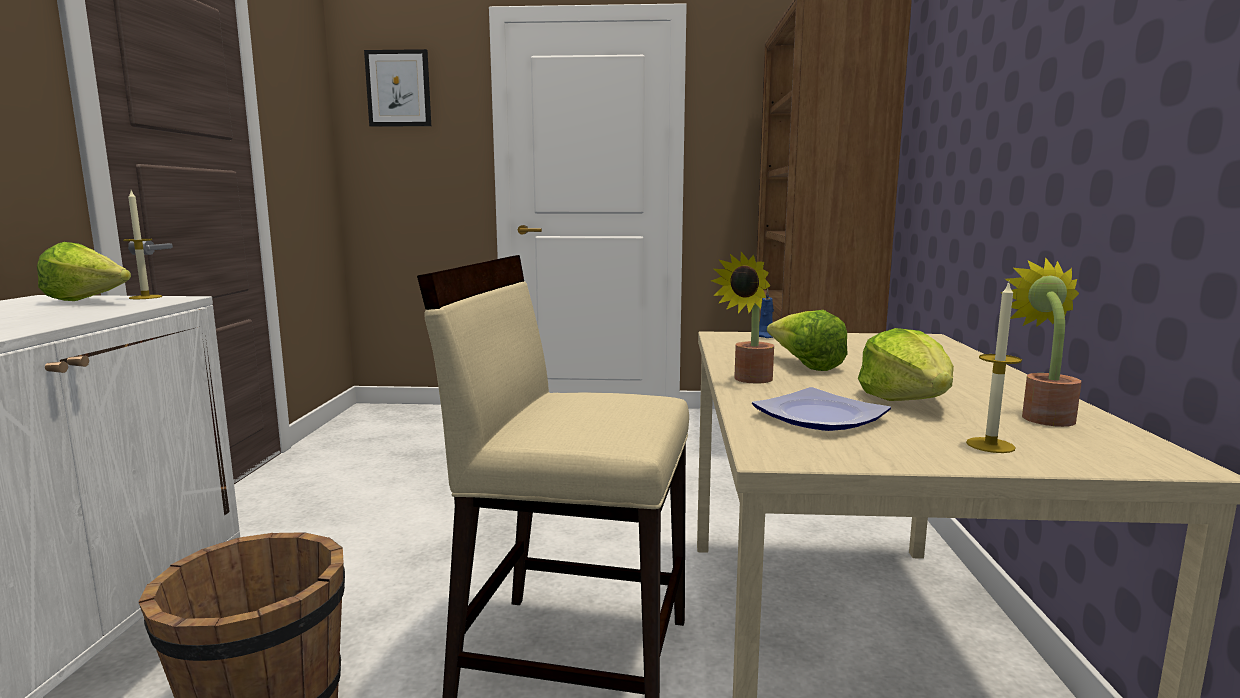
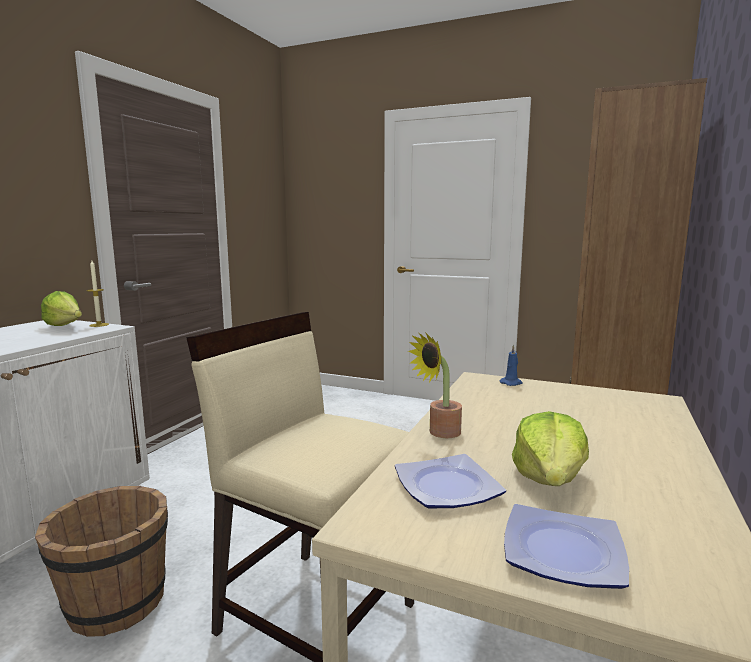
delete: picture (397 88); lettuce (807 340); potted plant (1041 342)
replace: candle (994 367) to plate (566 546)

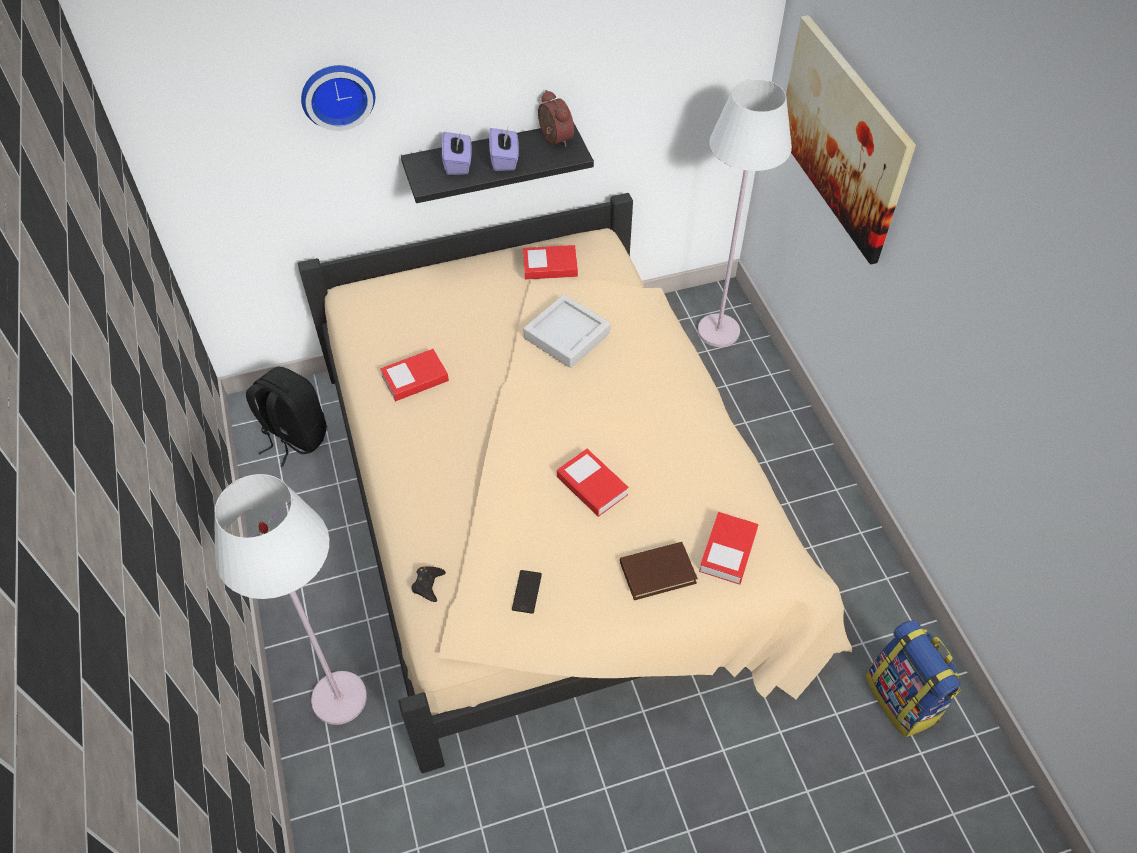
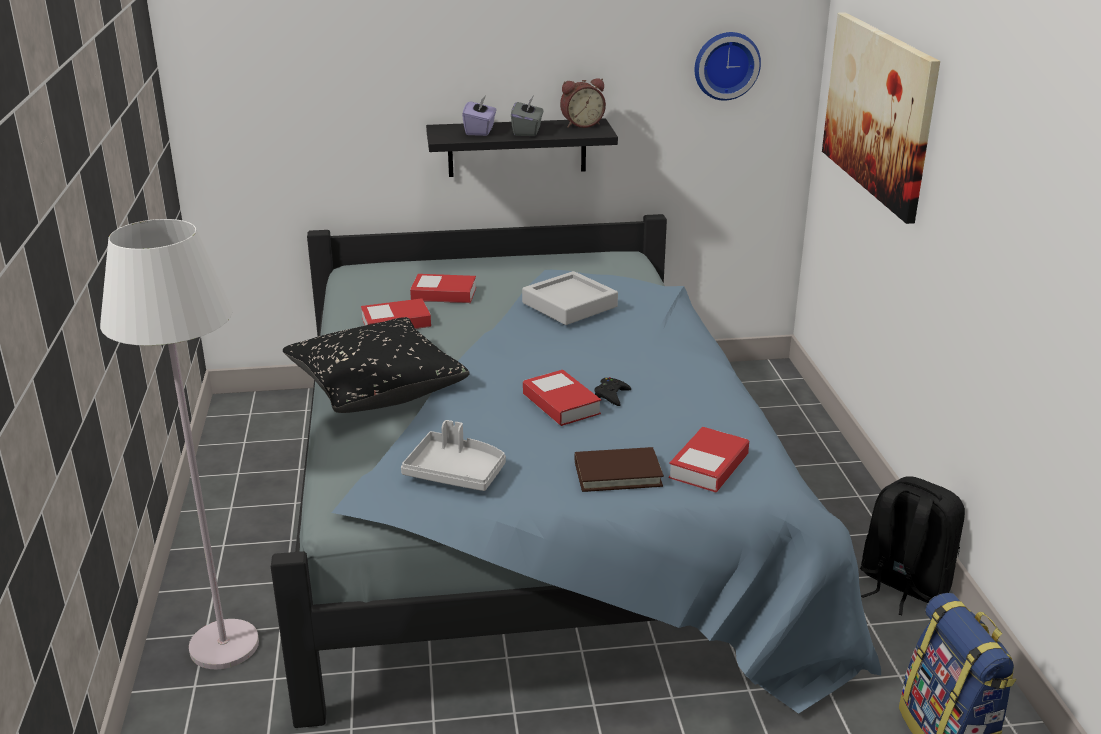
delete: white floor lamp (745 213)
insert: black pillow (376 365)
move: book (550 262) to (443 288); black game controller (429 584) to (613 391); wall clock (338 98) to (727 66); black backpack (286 417) to (912 545)
replace: phone (527 592) to grey tray (453 455)
recolor: beige bed (575 483) to blue bed (576 471); purple tissue box (504 149) to grey tissue box (527 116)
rotate: alarm clock (556 118) = (583 103) 90 degrees clockwise

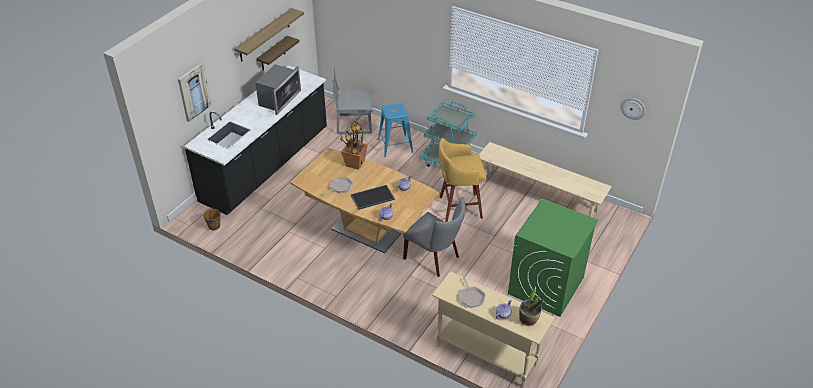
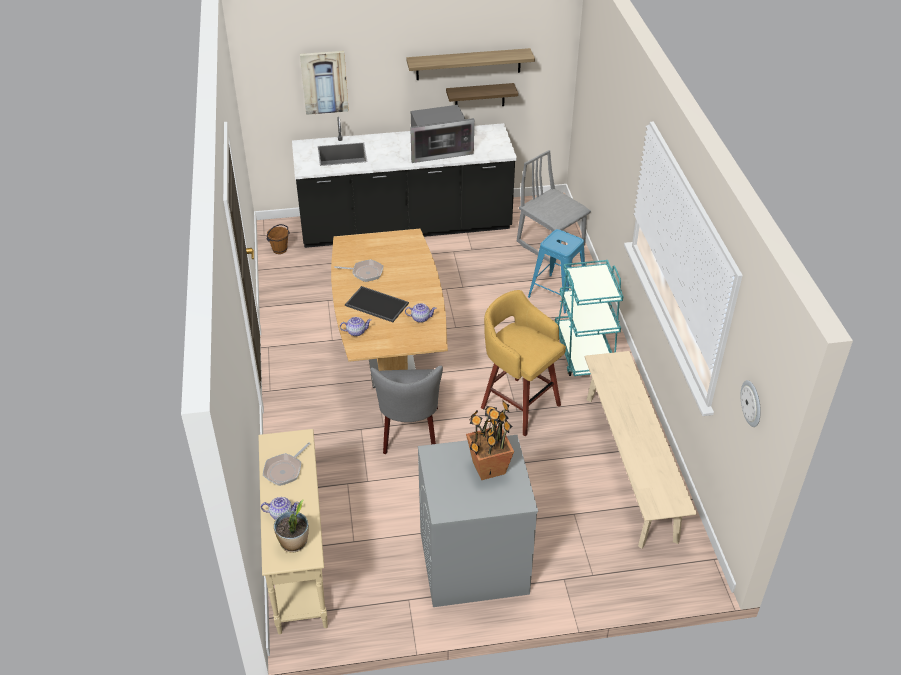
move: potted plant (354 146) to (490 440)
recolor: green washing machine (553 257) to grey washing machine (478 521)

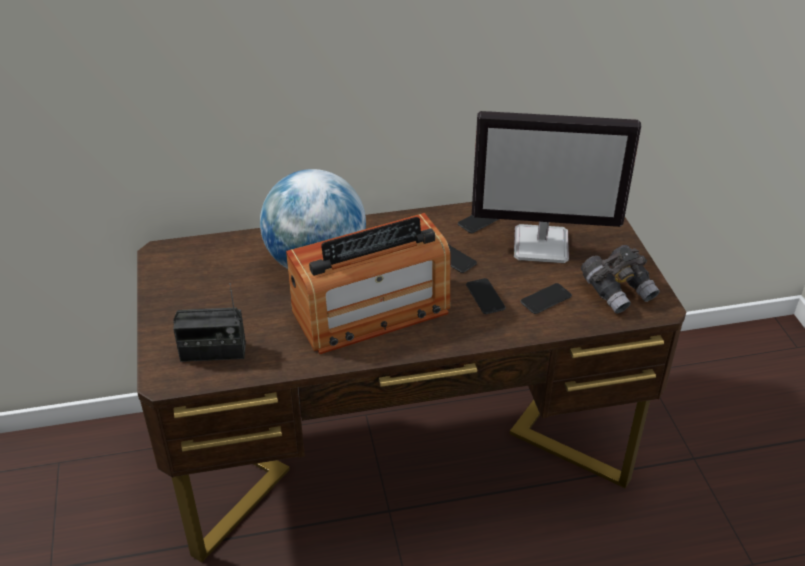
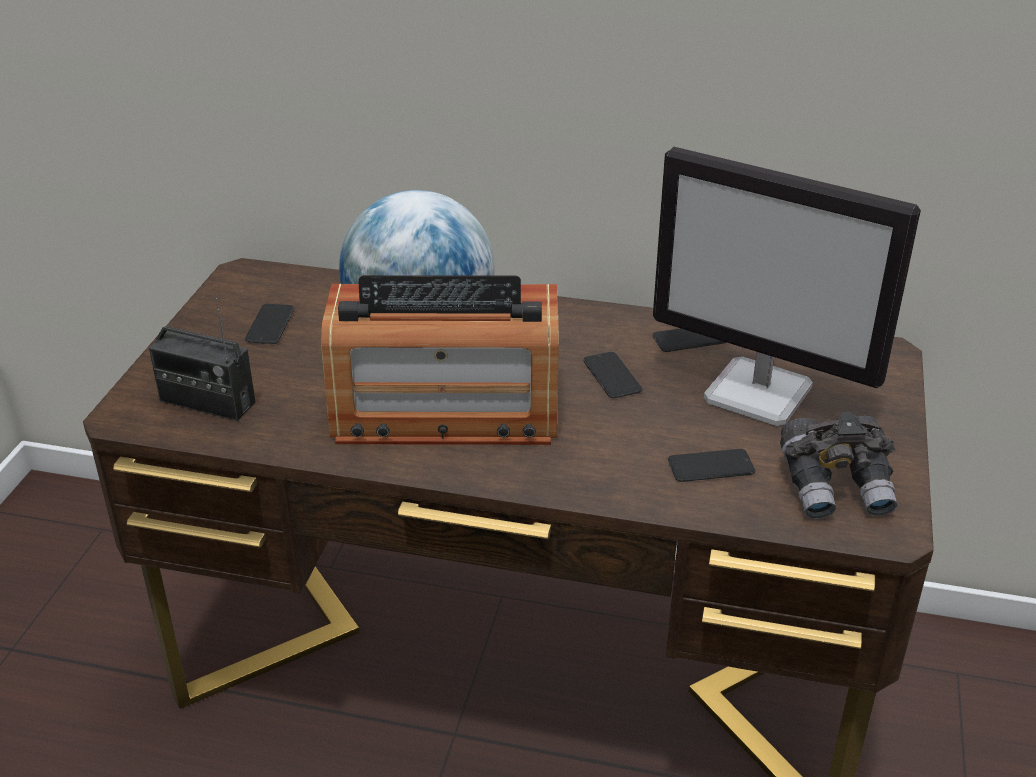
move: phone (486 296) to (269 324)

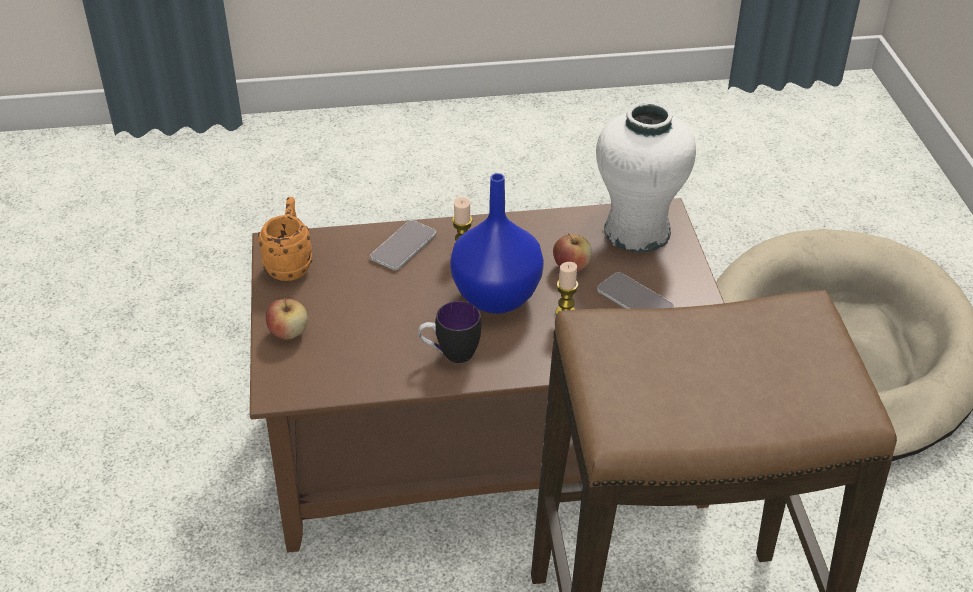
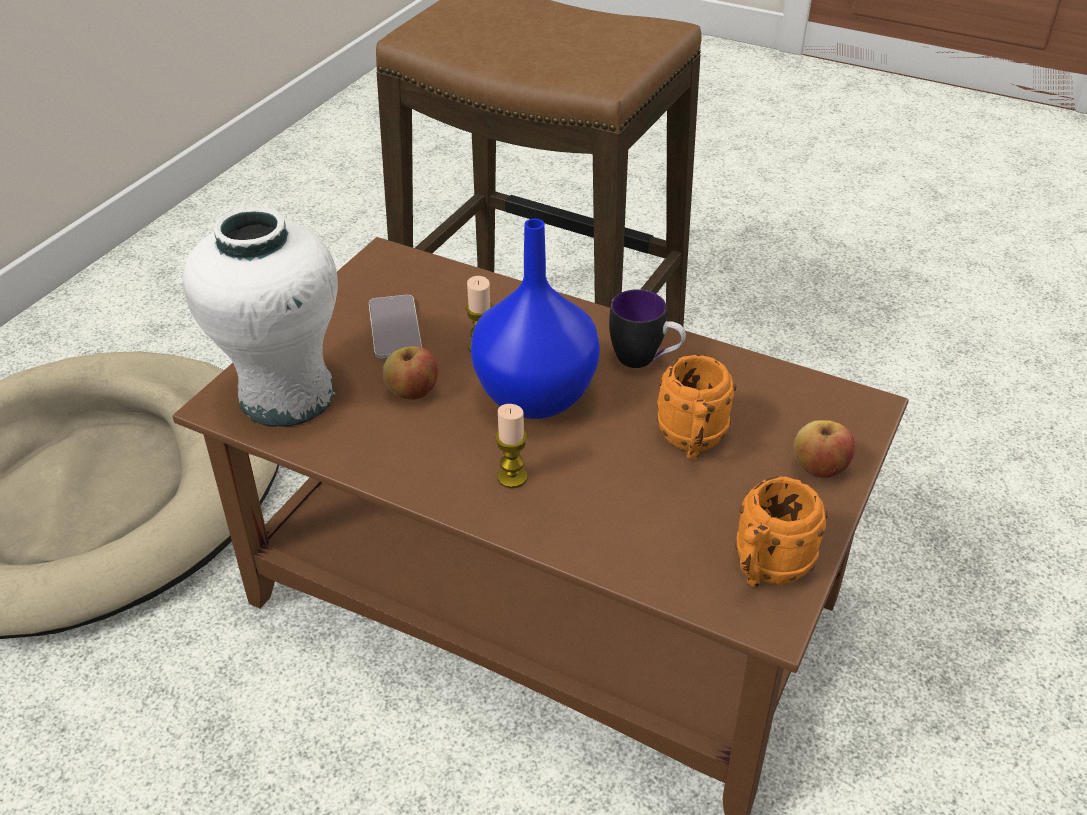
delete: phone (403 245)
insert: orange mug (696 407)

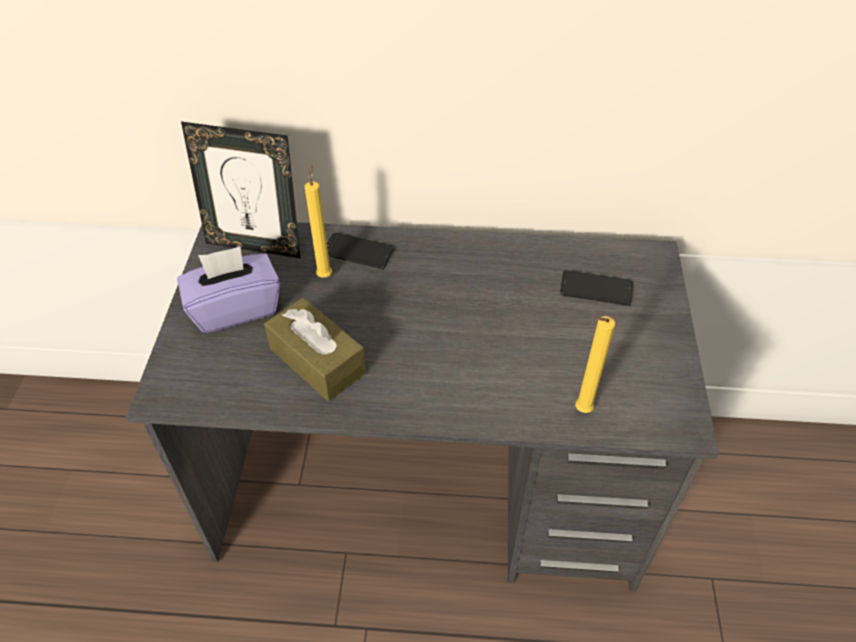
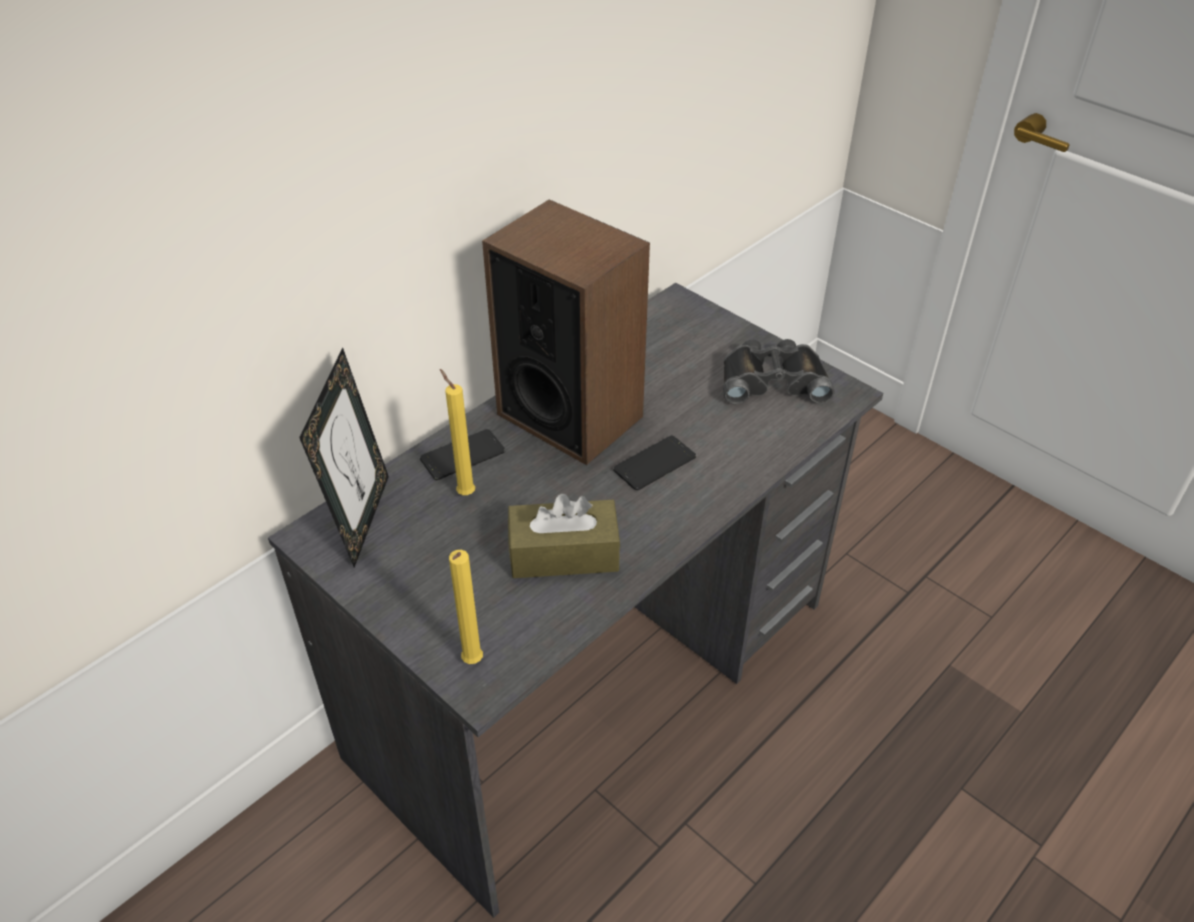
delete: purple tissue box (228 289)
insert: speaker (566 332); black binoculars (778 371)
move: yellow candle (595 364) to (466 607); phone (596 288) to (654 463)
rotate: picture frame (240 189) = (344 457) 45 degrees counterclockwise

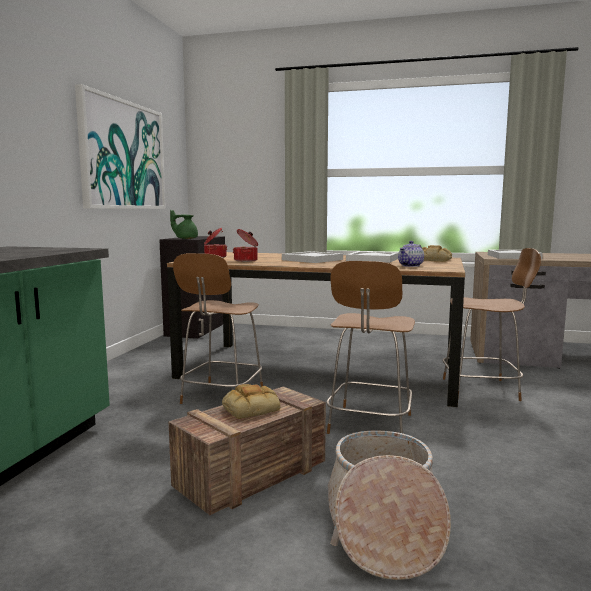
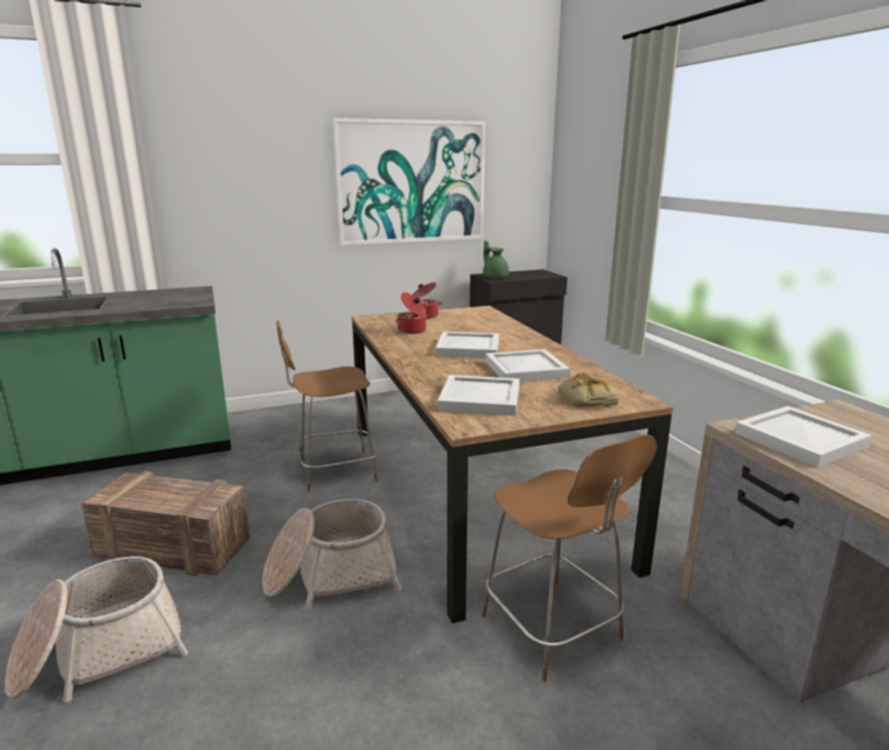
delete: bread (251 401)
replace: brown chair (370 347) to basket (332 553); teapot (411 254) to white tray (478 395)

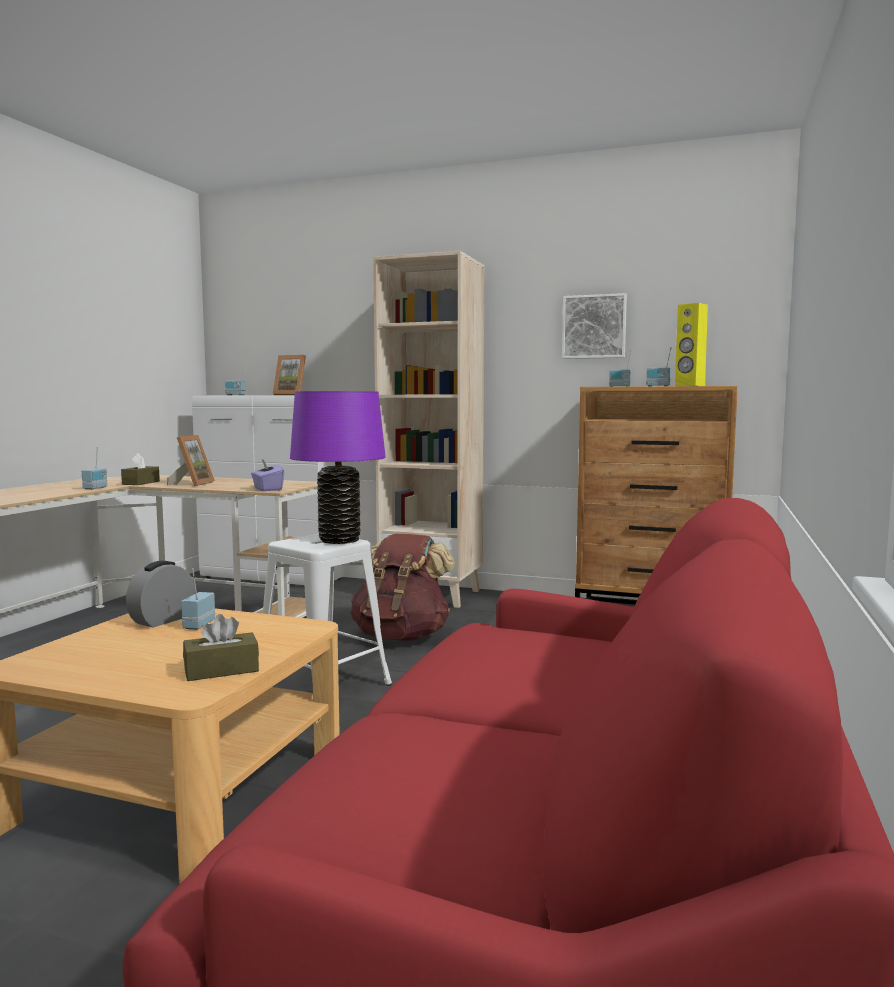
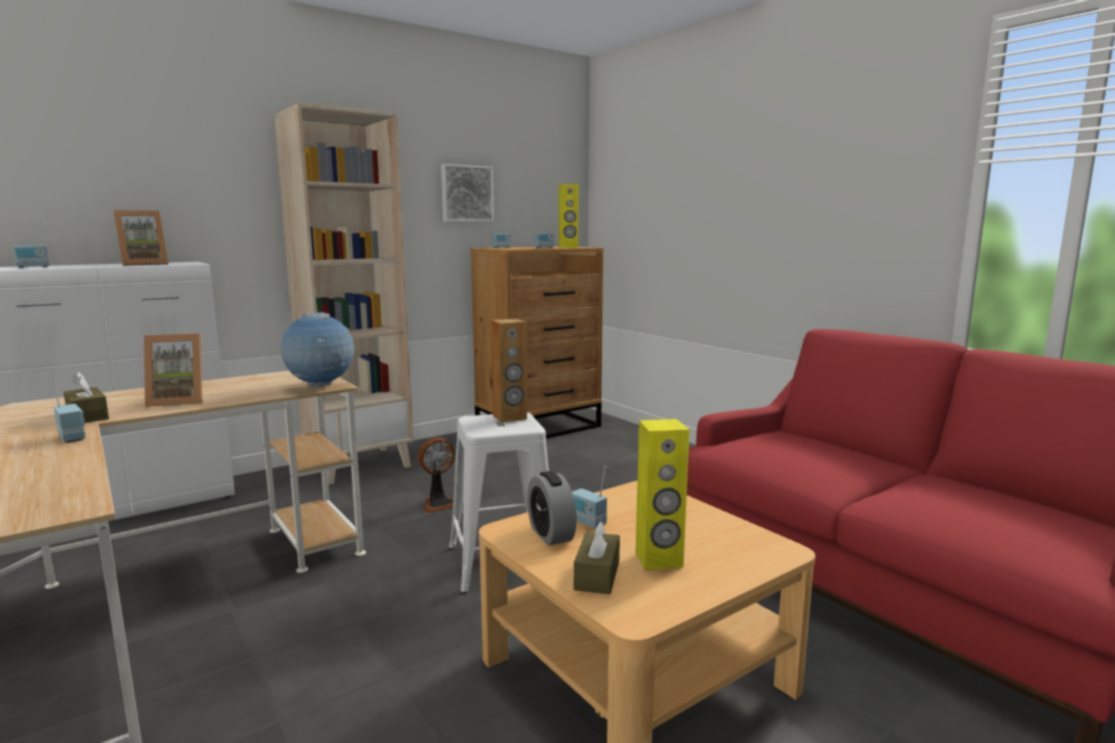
insert: yellow speaker (663 494)
move: brown tissue box (221 647) to (597 557)
replace: purple tissue box (267 475) to globe (317 349); brown backpack (402 587) to fan (436 475); purple table lamp (338 467) to brown speaker (509 370)
rotate: picture frame (191 460) = (173 370) 120 degrees clockwise

